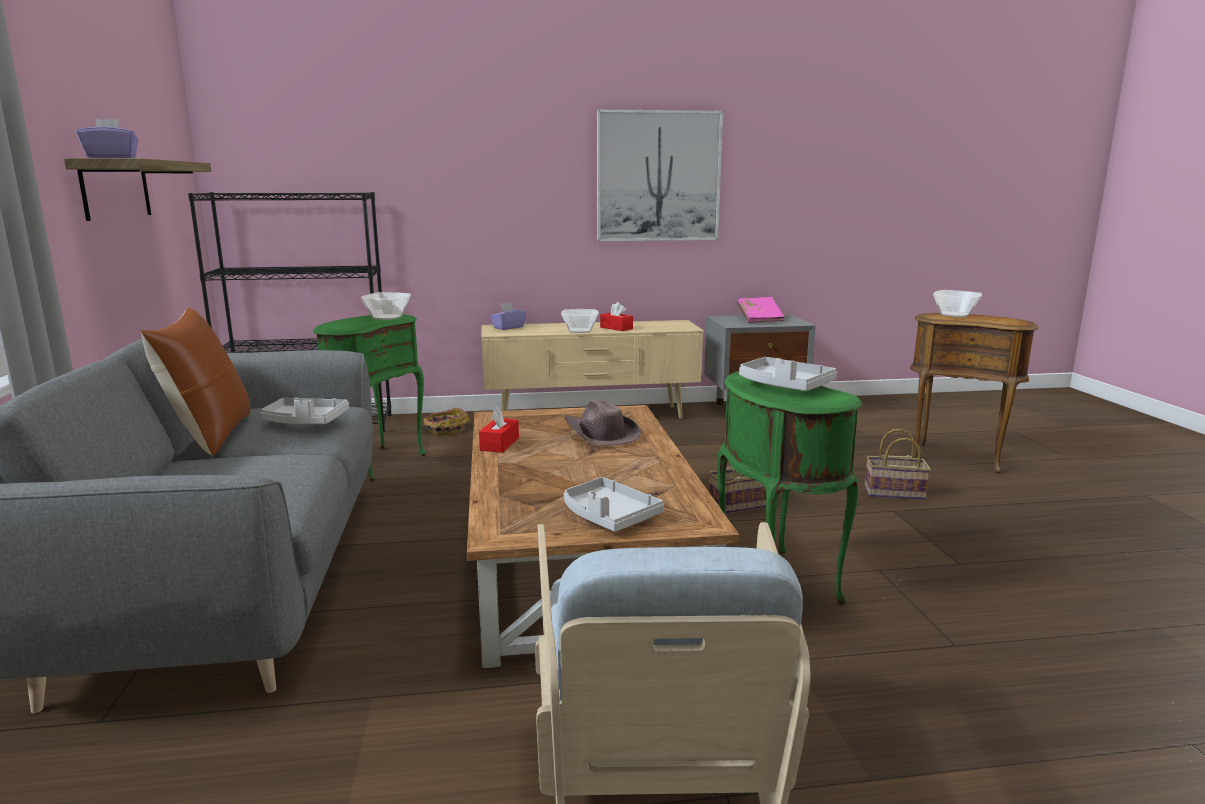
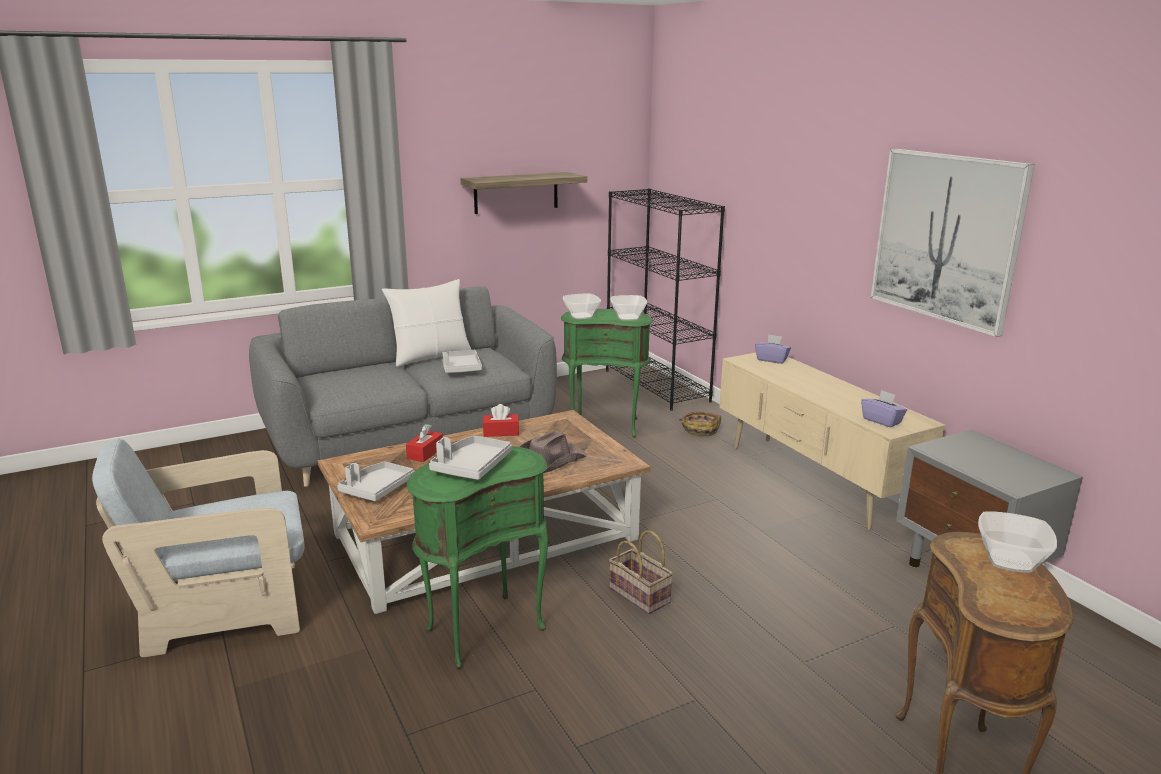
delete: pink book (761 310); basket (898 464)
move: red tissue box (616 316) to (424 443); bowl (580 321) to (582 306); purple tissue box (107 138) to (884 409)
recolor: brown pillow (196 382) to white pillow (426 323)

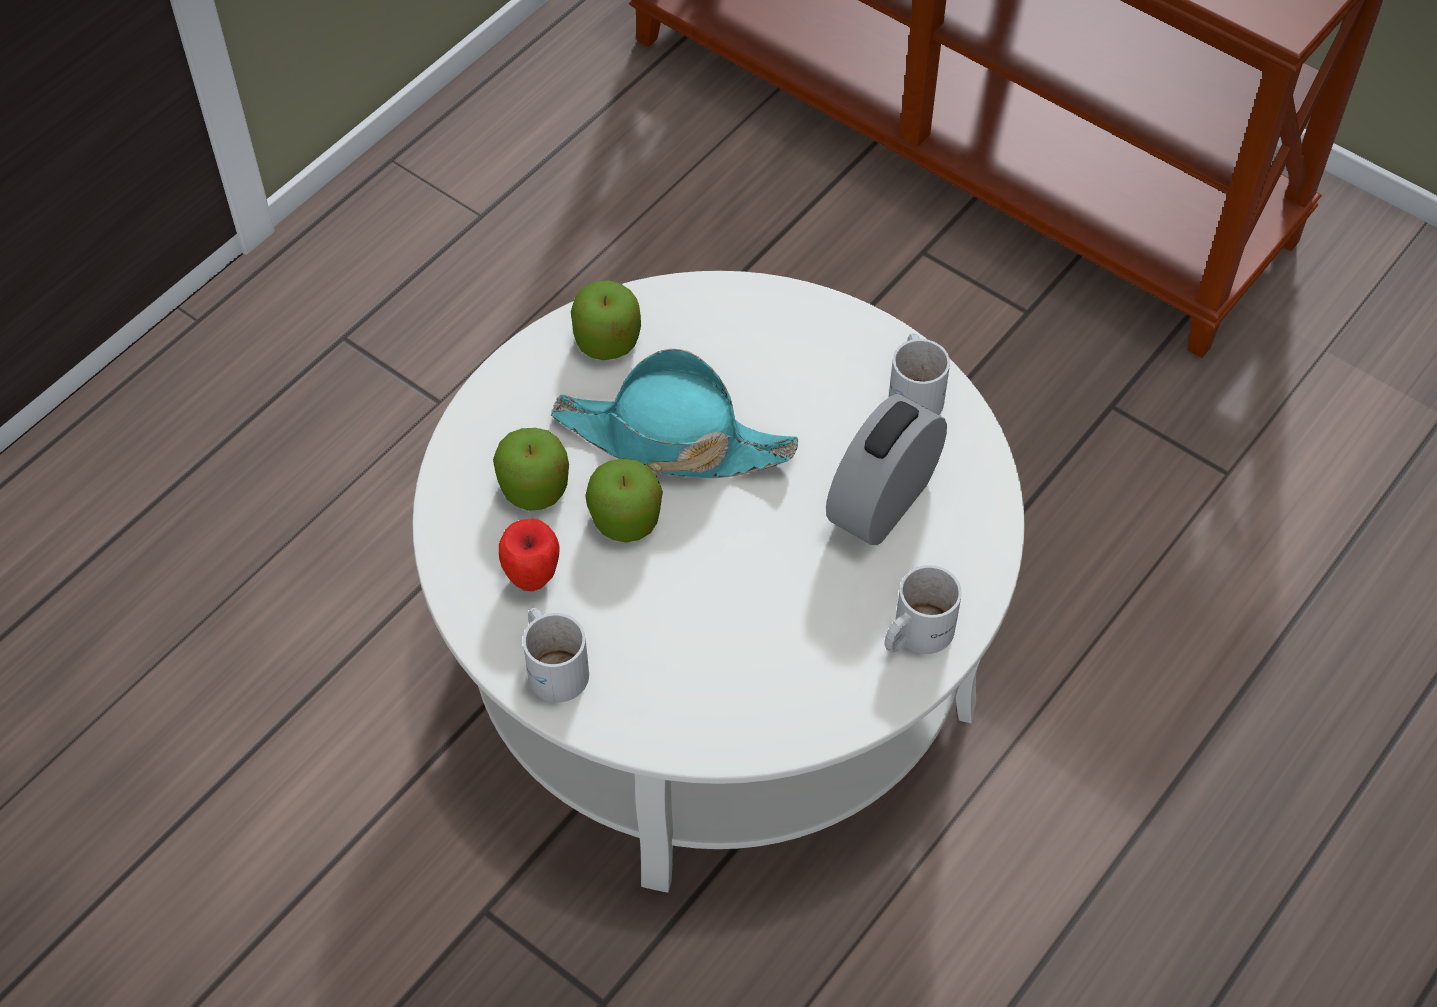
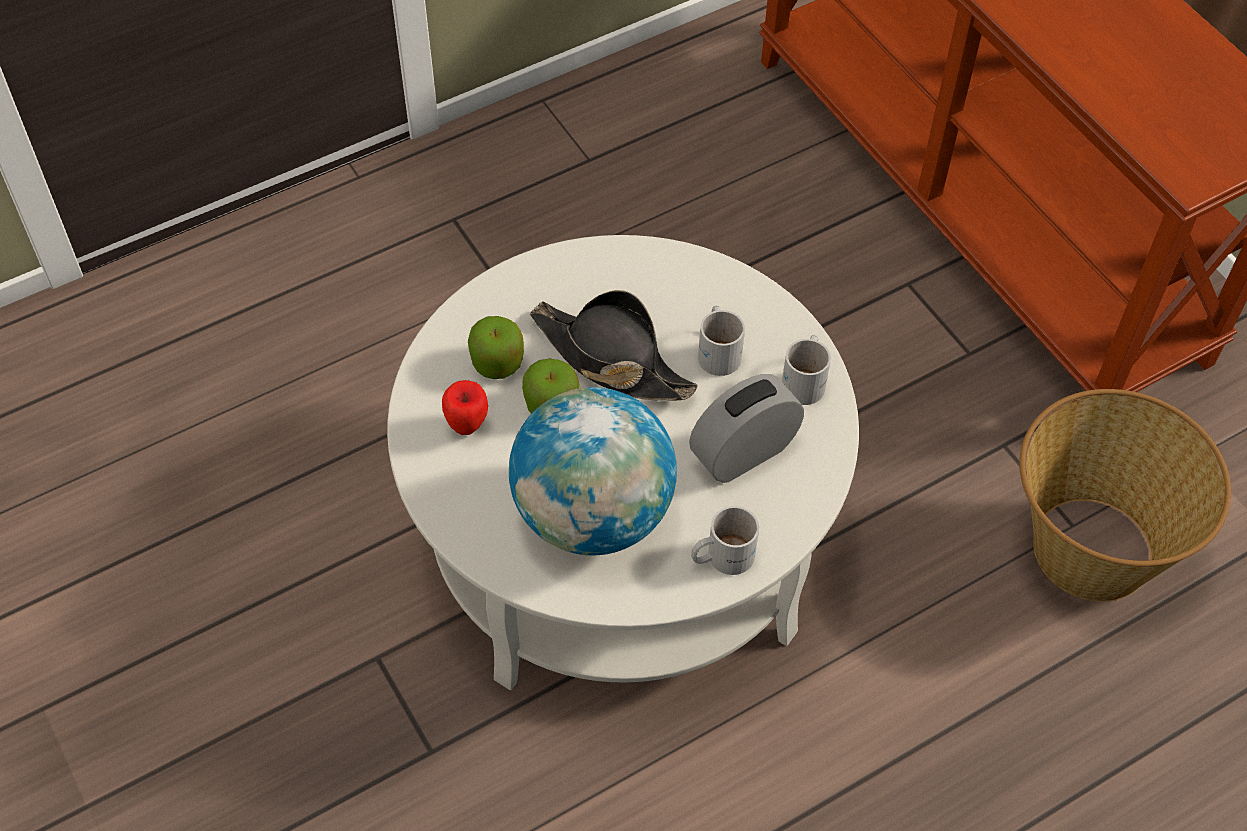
delete: apple (606 320)
insert: globe (593 471); basket (1125 495)
move: white mug (556 655) to (721 341)
recolor: turquoise hat (674 413) to black hat (614 345)

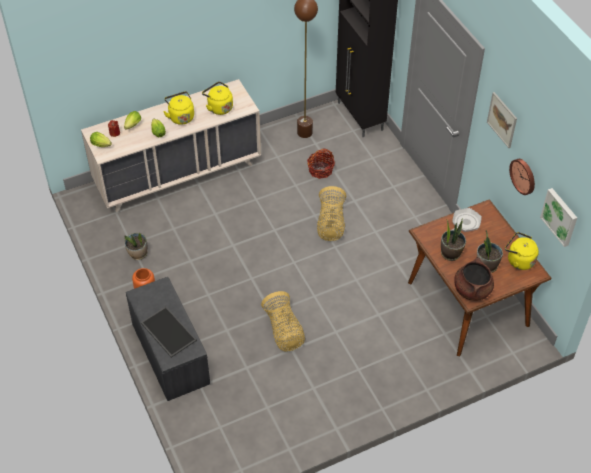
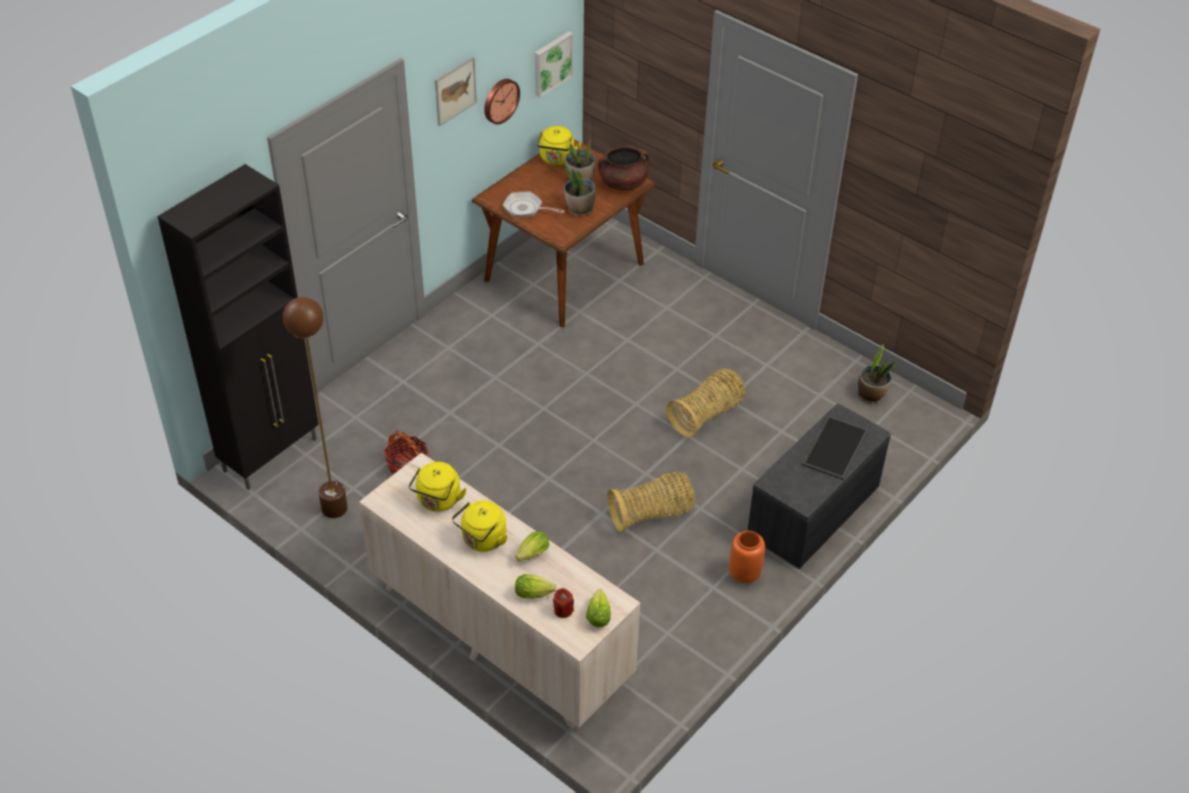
move: basket (331 213) to (651 502); potted plant (136 246) to (877 374)

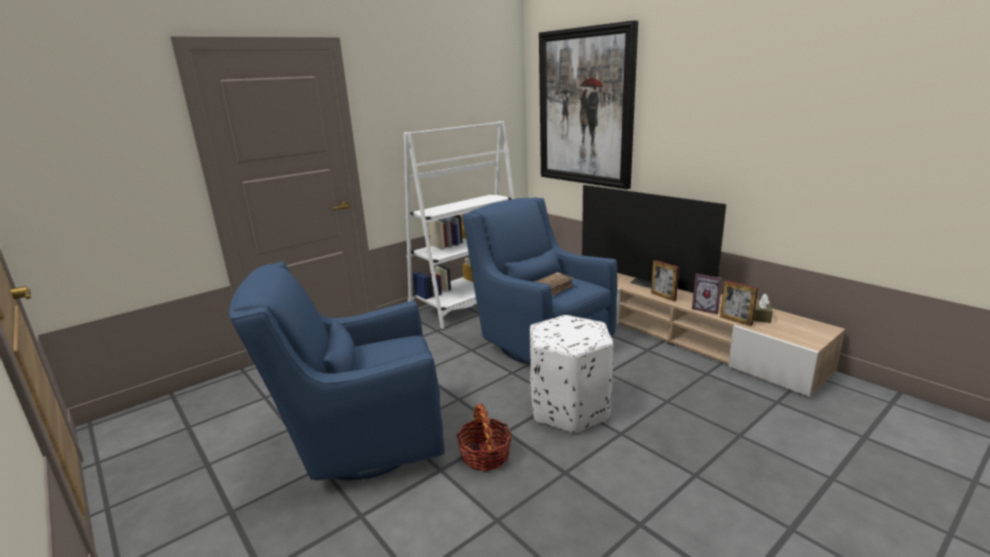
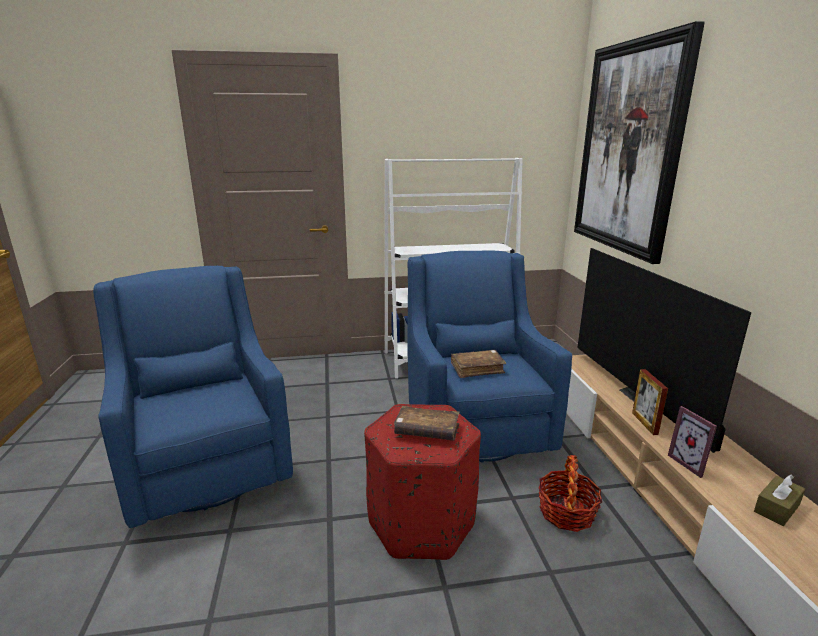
delete: picture frame (739 303)
insert: brown book (426 423)
move: basket (484 437) to (570 493)
recolor: white ottoman (571 374) to red ottoman (422 482)
rotate: blue armchair (337 370) = (193 397) 45 degrees clockwise

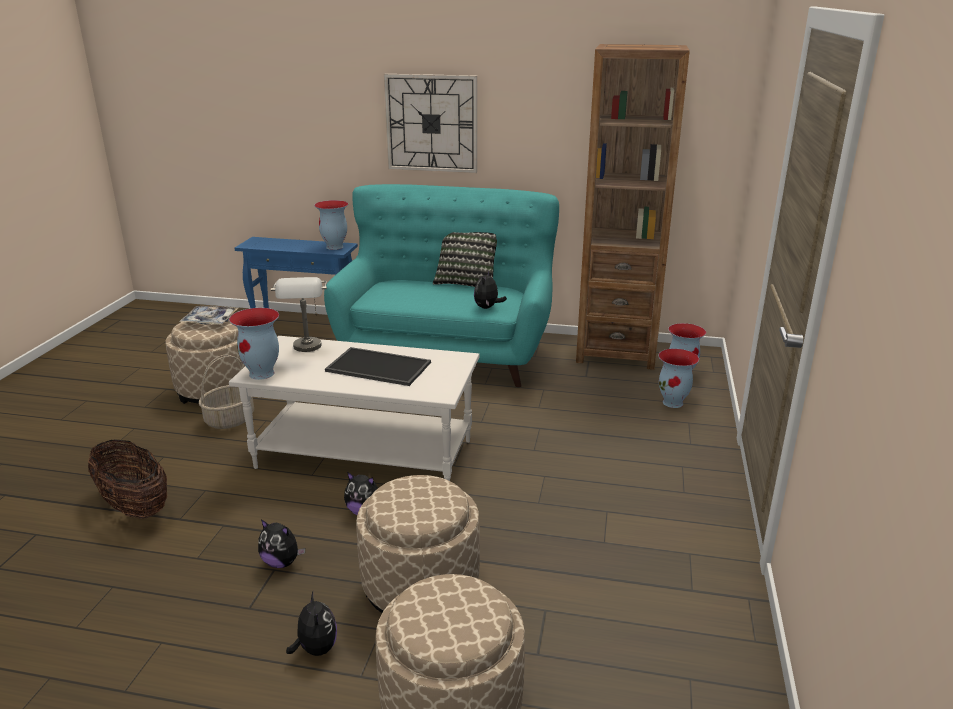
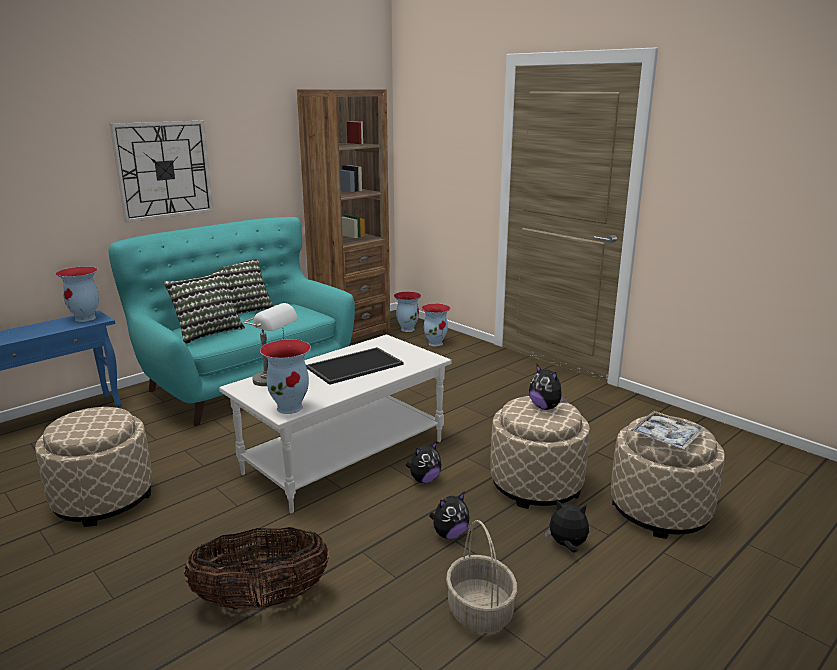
insert: pillow (204 306)
move: basket (226 392) to (481 576); plush toy (490 289) to (548 387); tray (208 315) to (667 430)

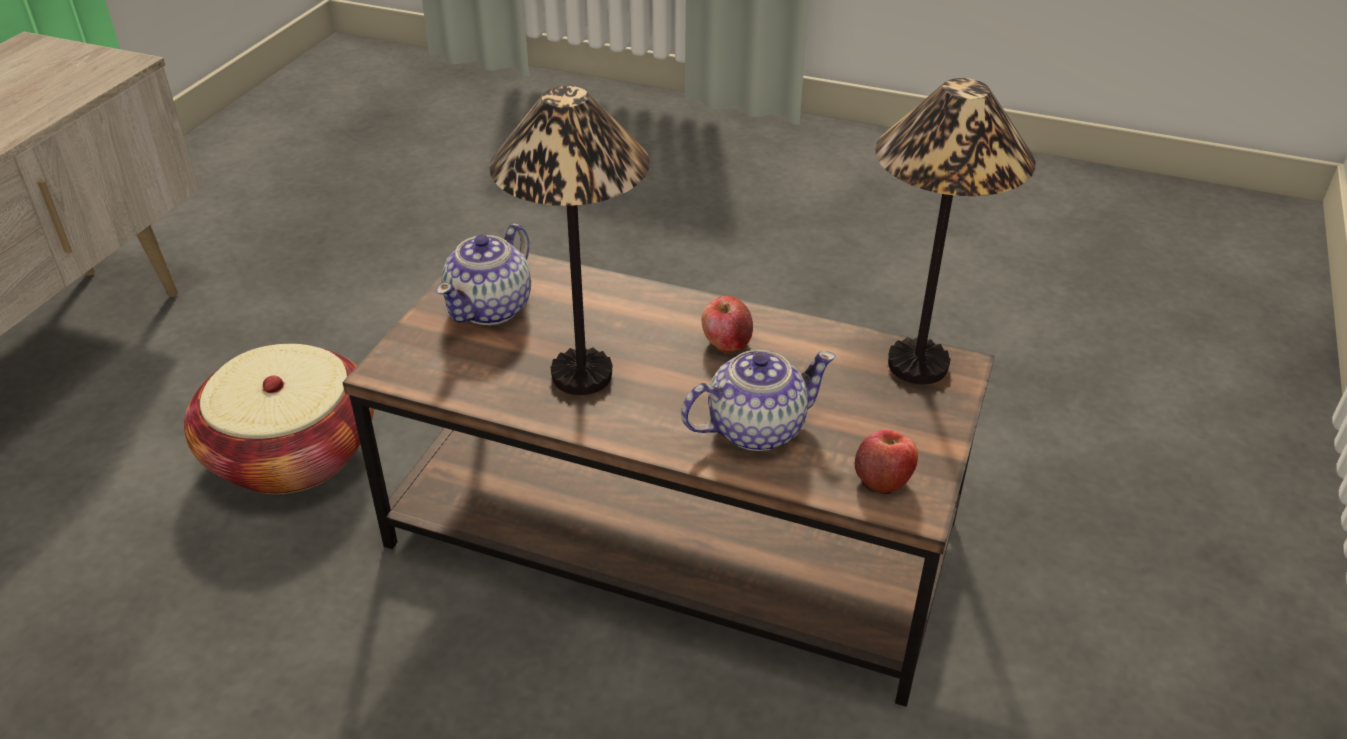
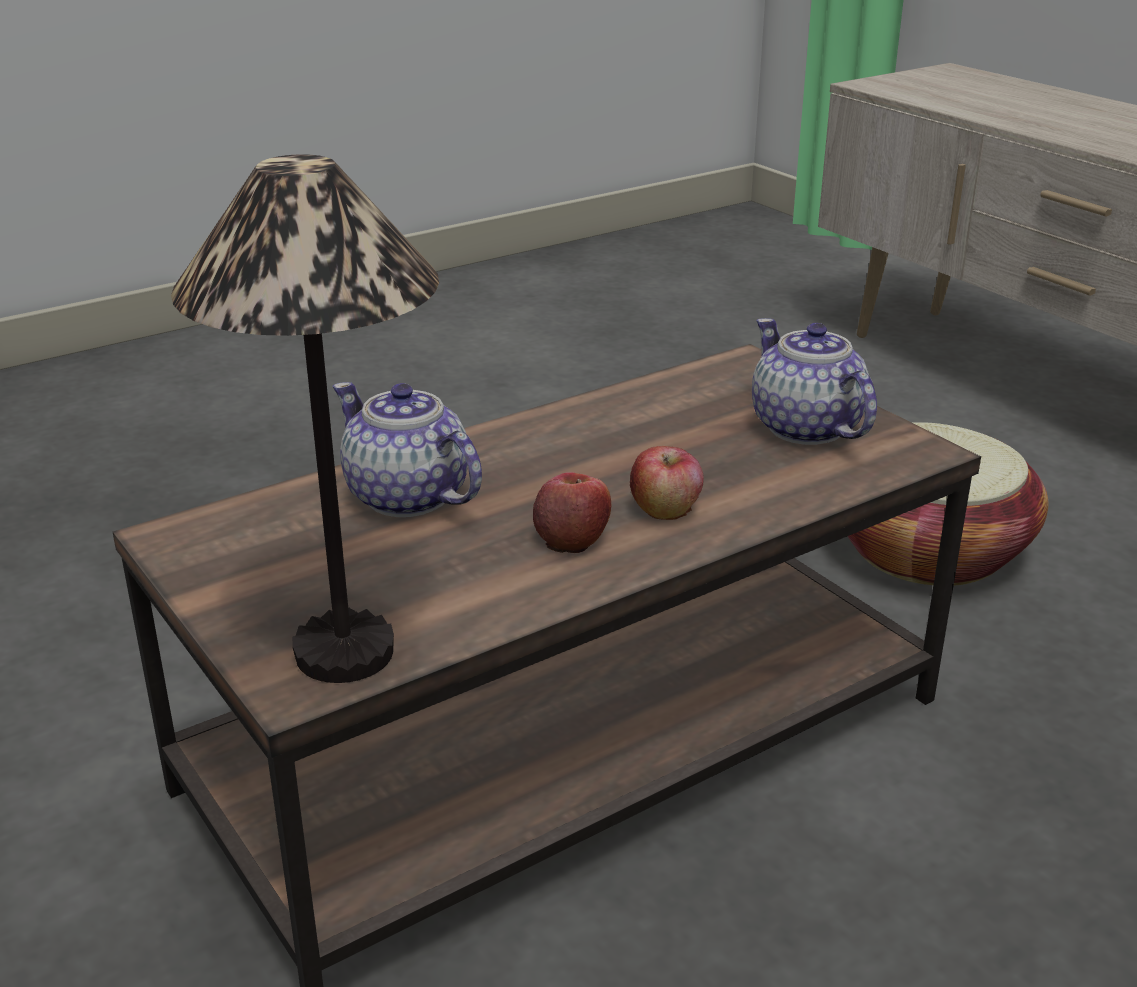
delete: table lamp (569 240)
move: apple (886 462) to (667 483)
rotate: teapot (758 400) = (407 449) 120 degrees clockwise

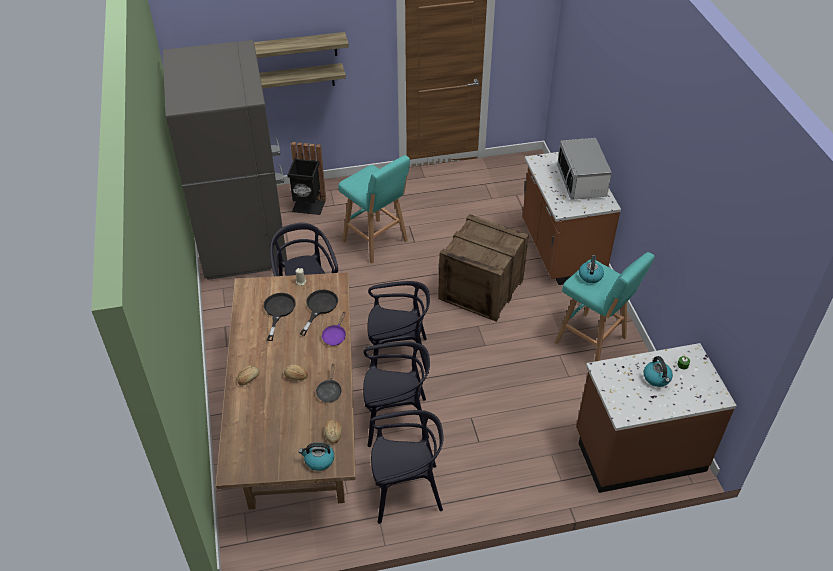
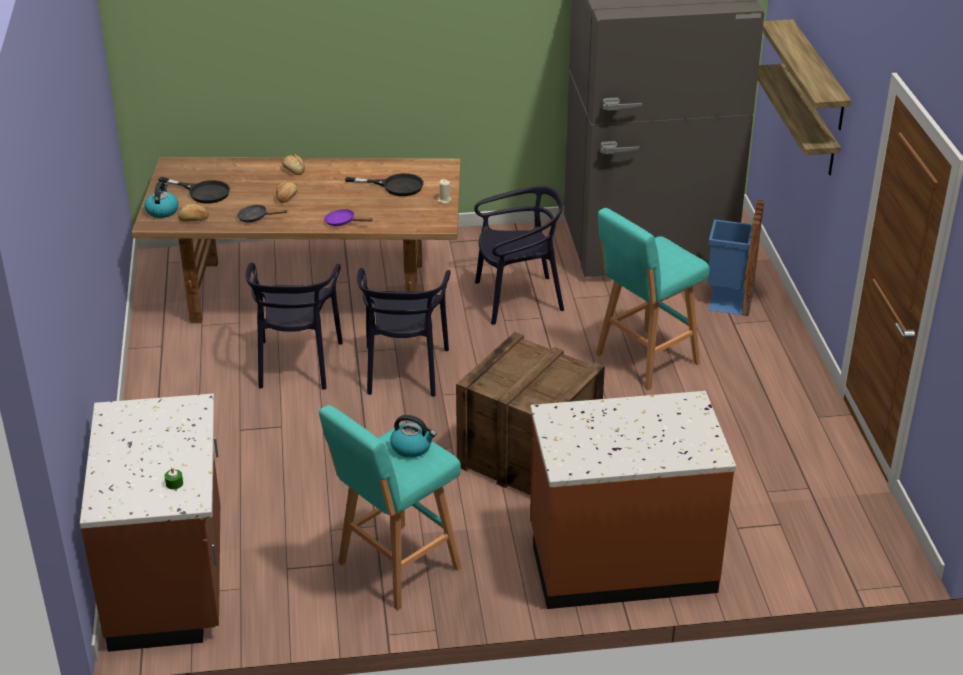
delete: black chair (407 467); microwave (584 169); kettle (658 371)
move: black frying pan (319 313) to (194 190)
recolor: black trash can (306 178) to blue trash can (735 258)

